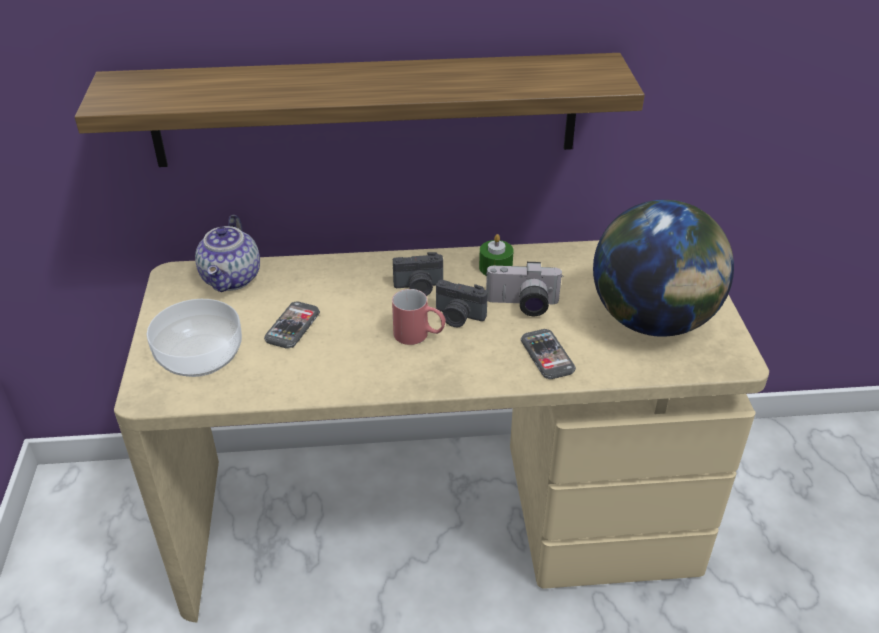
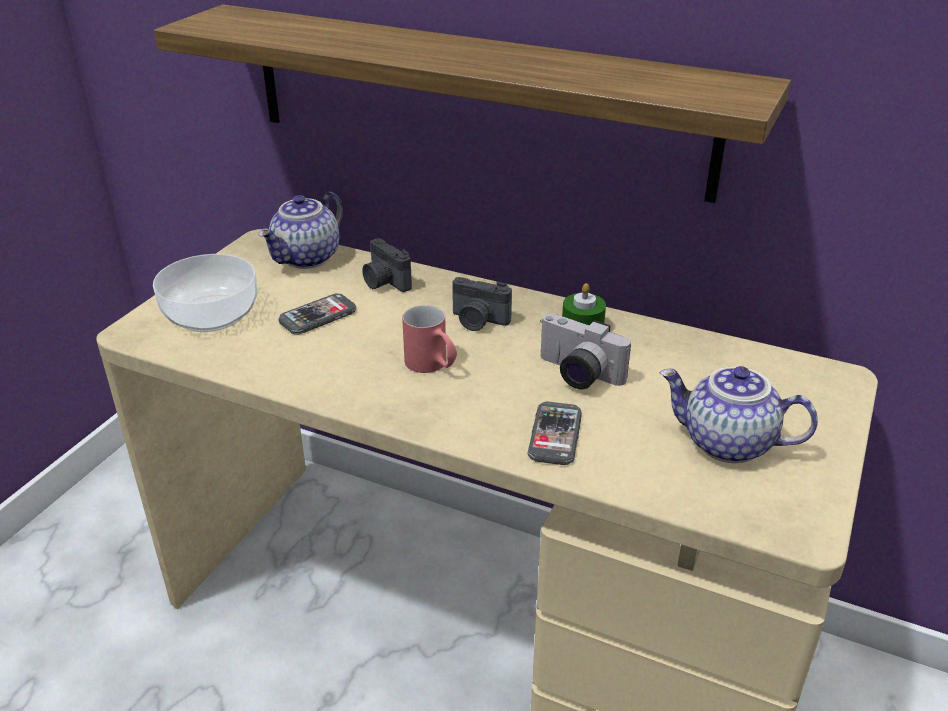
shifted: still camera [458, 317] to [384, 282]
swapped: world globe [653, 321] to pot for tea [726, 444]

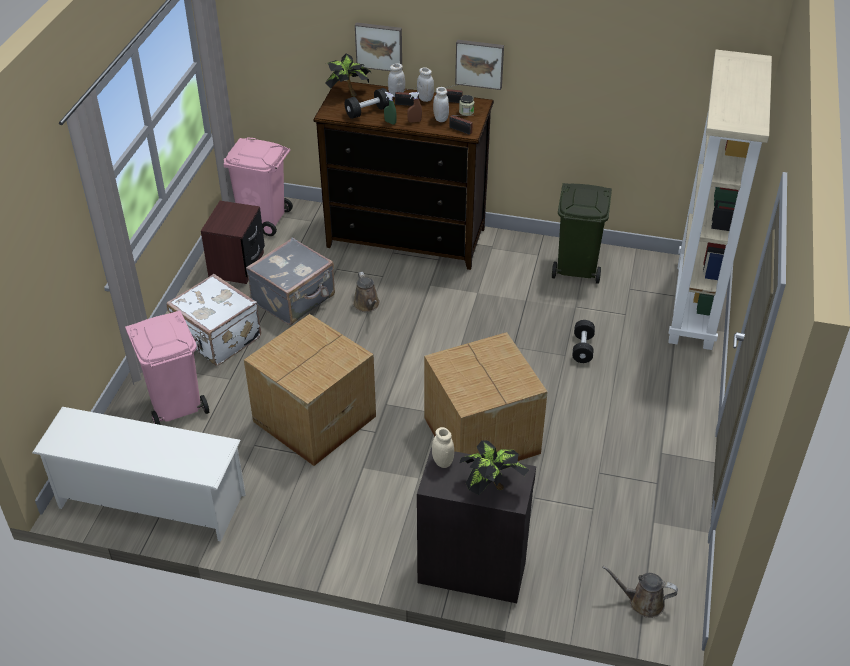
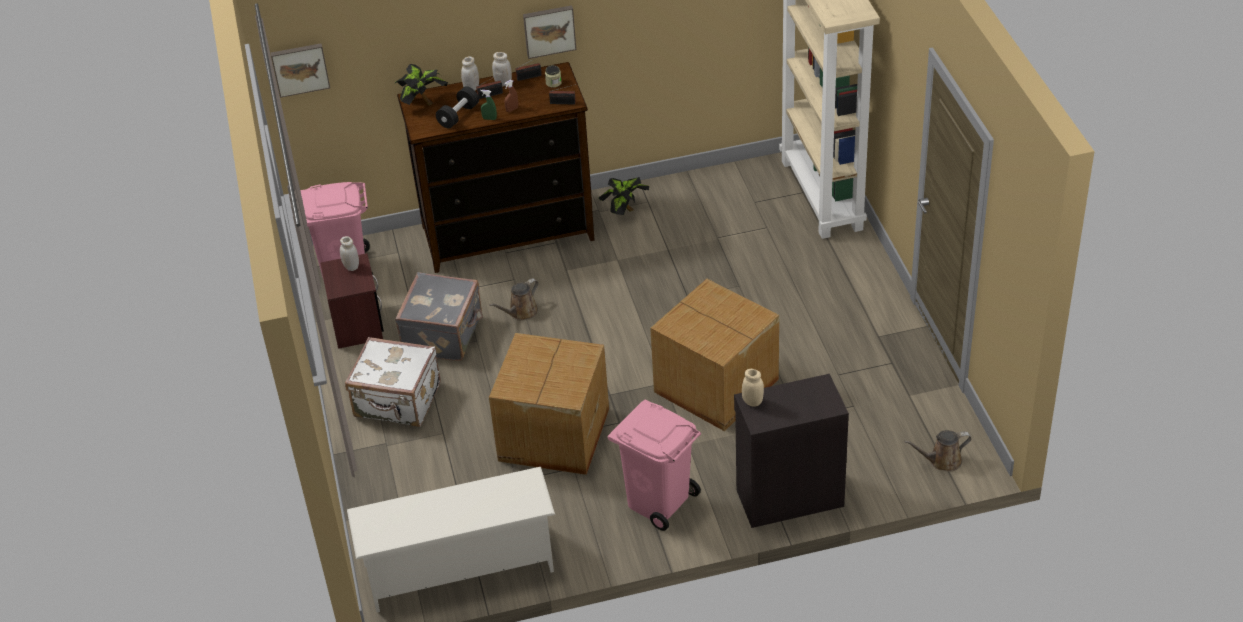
gone: greenish waste bin [577, 268]; black dumbbell [582, 348]
shifted: pinkish waste bin [177, 405] to [659, 501]; wall picture [379, 46] to [300, 68]; white-coloured preserve jar [441, 119] to [351, 267]; potted plant [491, 487] to [625, 211]
rotated: brownish watering can [367, 305] = [521, 312] 90 degrees clockwise

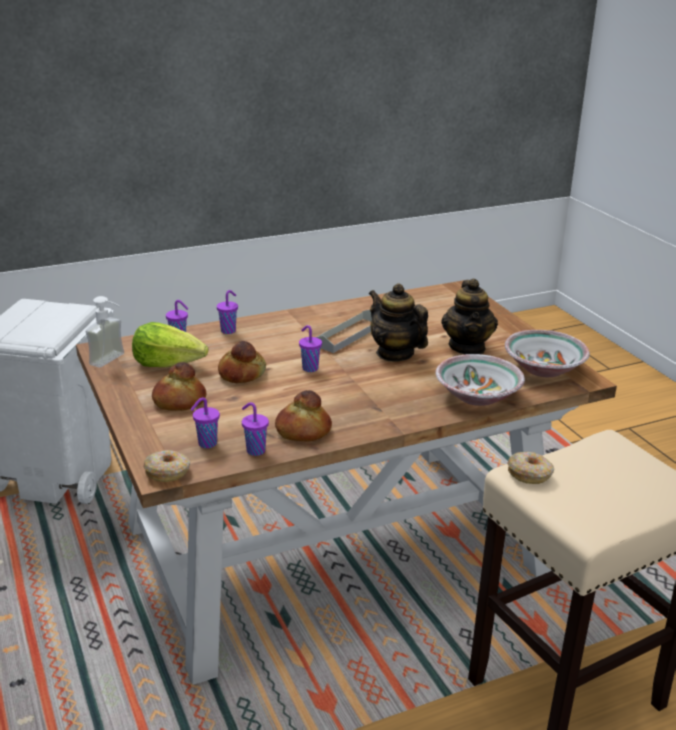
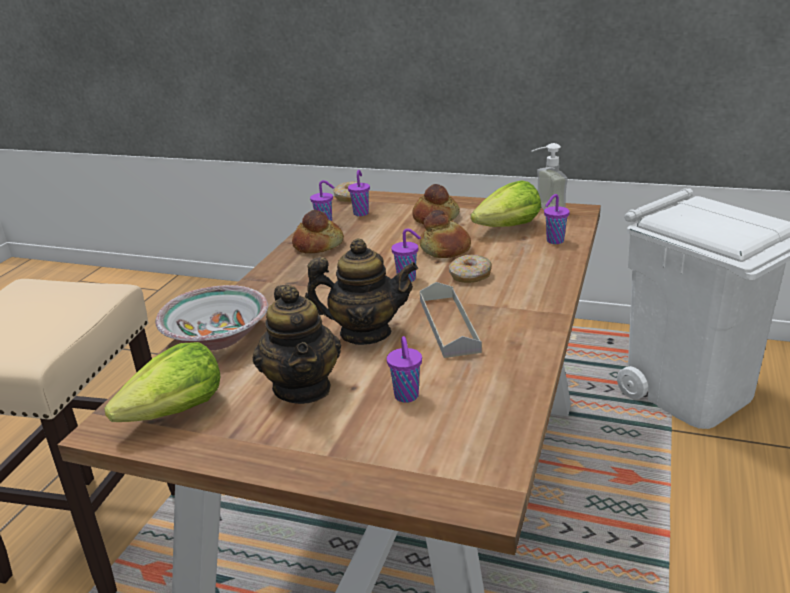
shifted: purplish small cup [229, 330] to [406, 397]; donut [529, 474] to [470, 276]
swapped: serving bowl [543, 368] to lettuce [176, 412]
rotated: pot for tea [467, 347] = [303, 388] 150 degrees counterclockwise

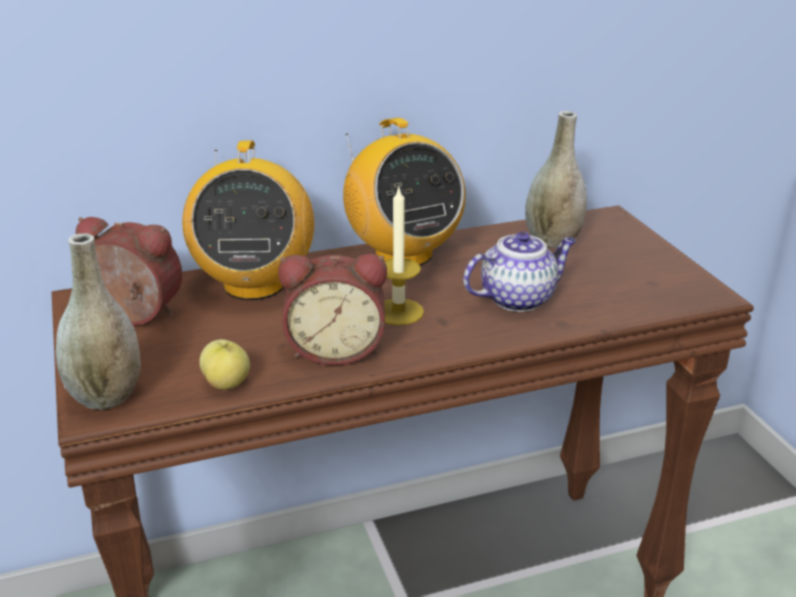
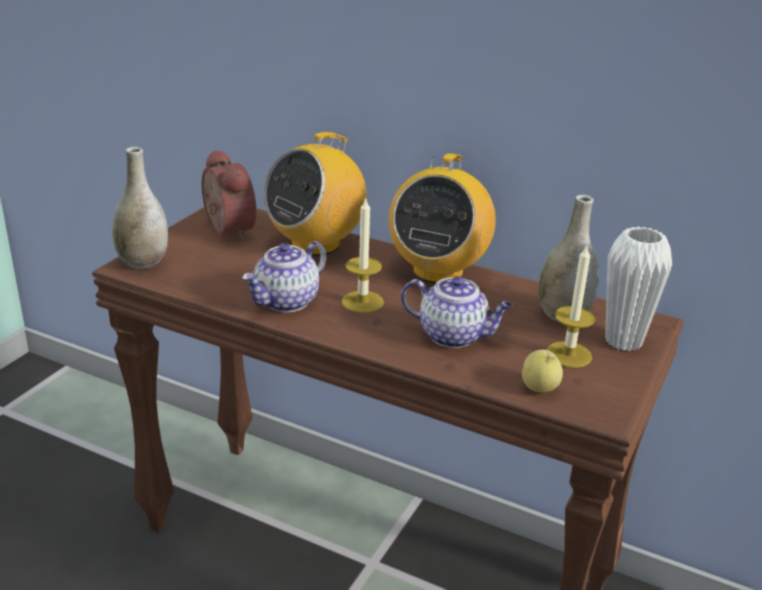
new: wax light [568, 354]; white-coloured vase [623, 341]
shifted: apple [227, 383] to [540, 387]
swapped: alarm clock [336, 349] to pot for tea [286, 302]

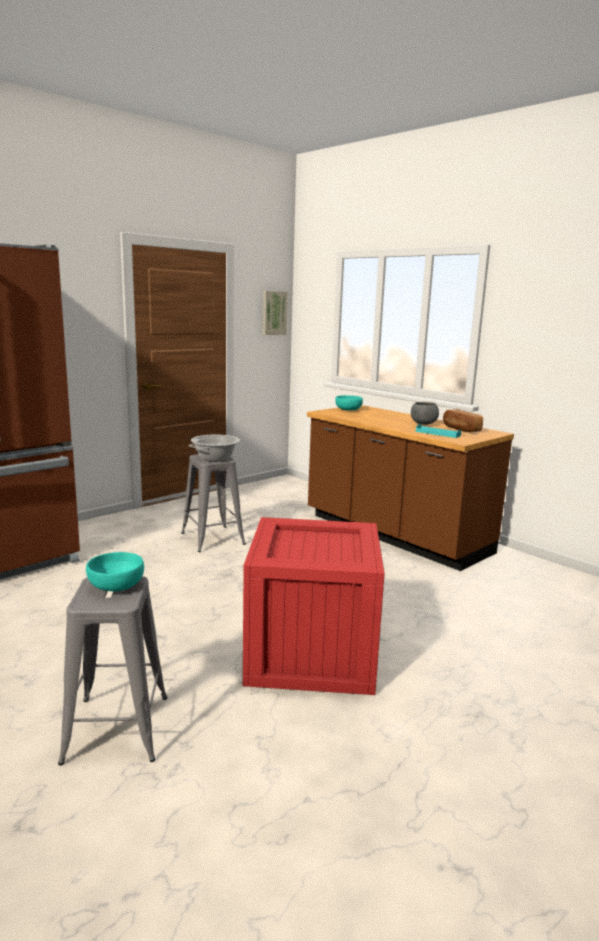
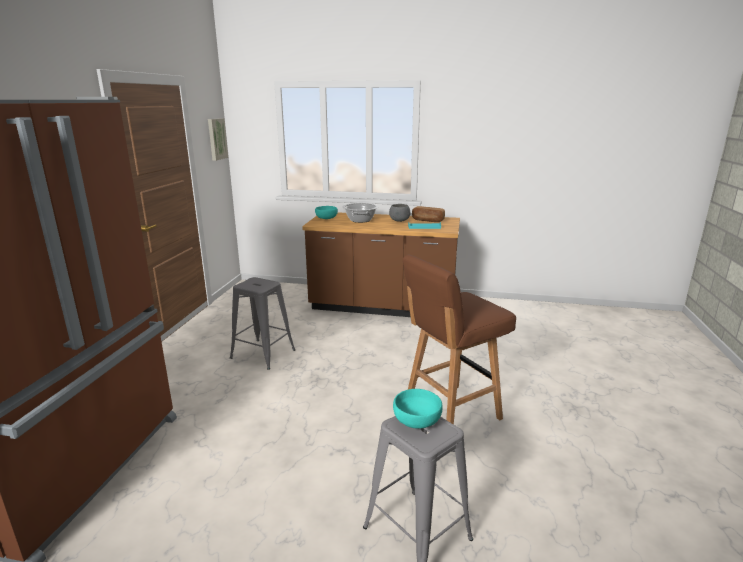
shifted: cooking pot [215, 458] to [360, 220]
swapped: shipping crate [309, 652] to brownish sitting stool [450, 413]

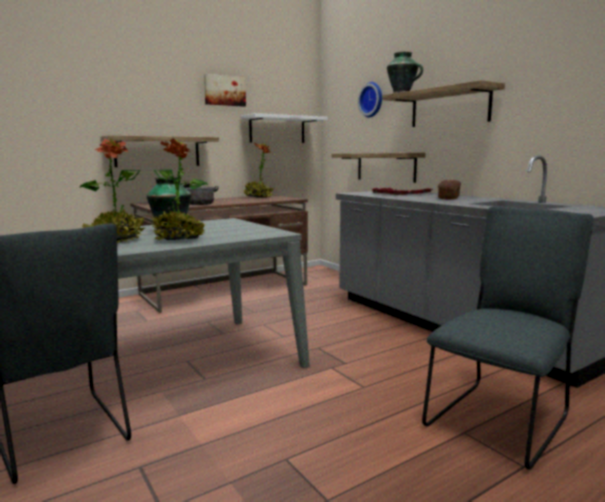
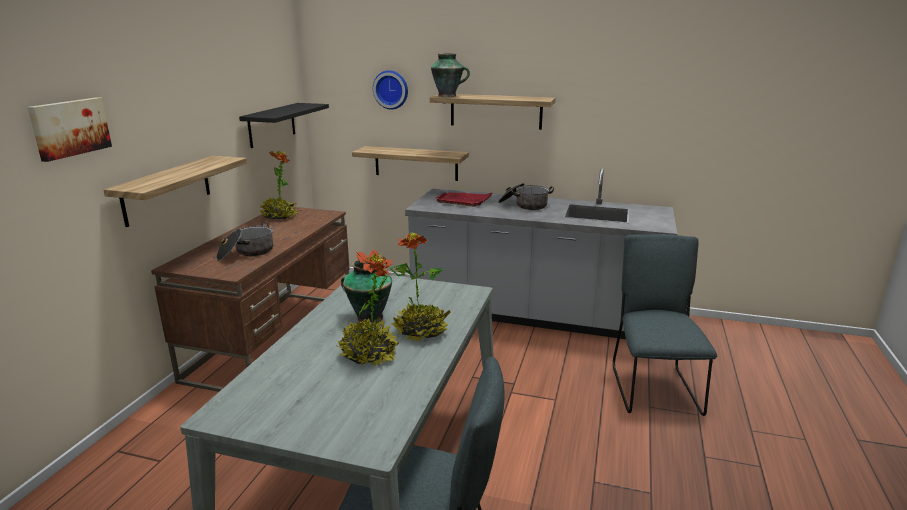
shifted: wall picture [224, 90] to [69, 128]
swapped: bakery bread [449, 198] to cooking pot [524, 205]
repainted: white-coloured bracket shelf [277, 130] to black bracket shelf [272, 125]

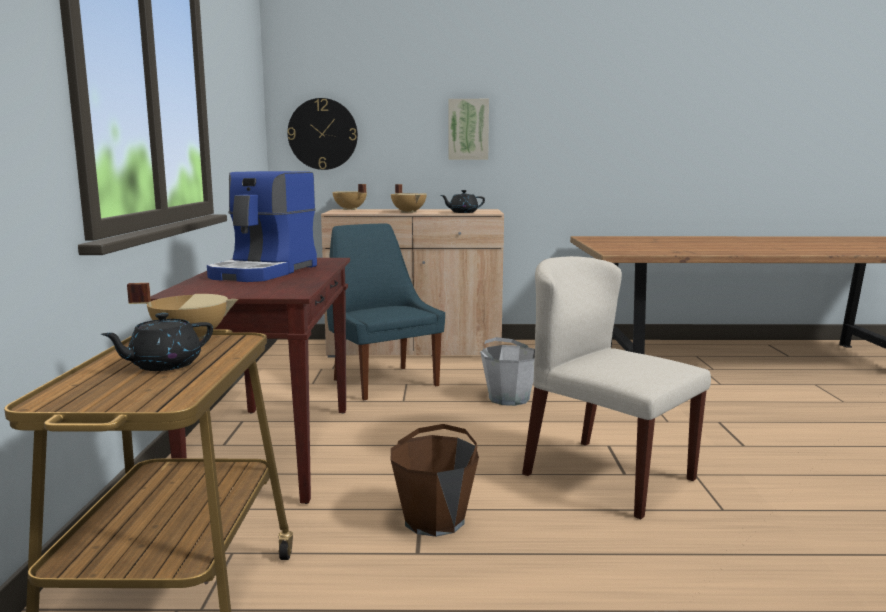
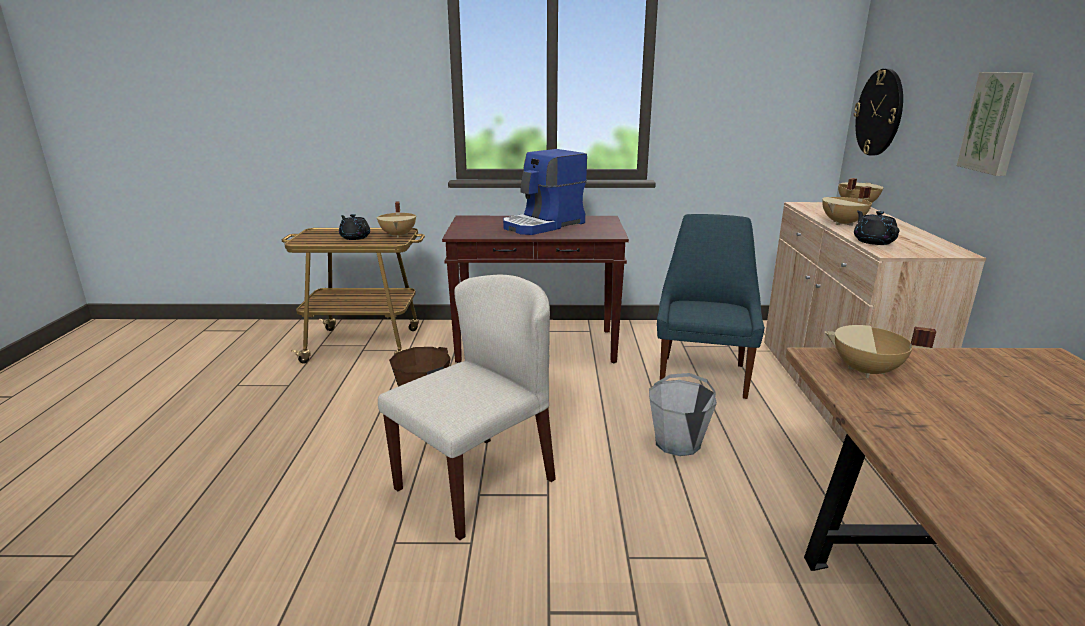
new: beige-coloured cooking pot [867, 371]
rotated: coffee maker [265, 272] = [544, 225] 60 degrees counterclockwise; bluish plain chair [383, 382] = [702, 375] 45 degrees counterclockwise

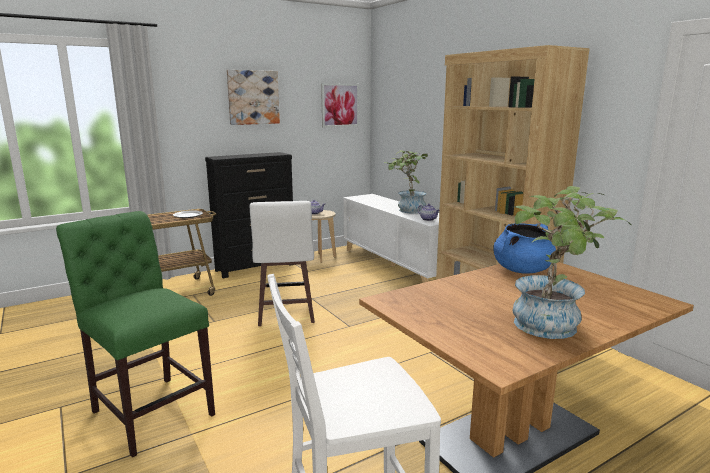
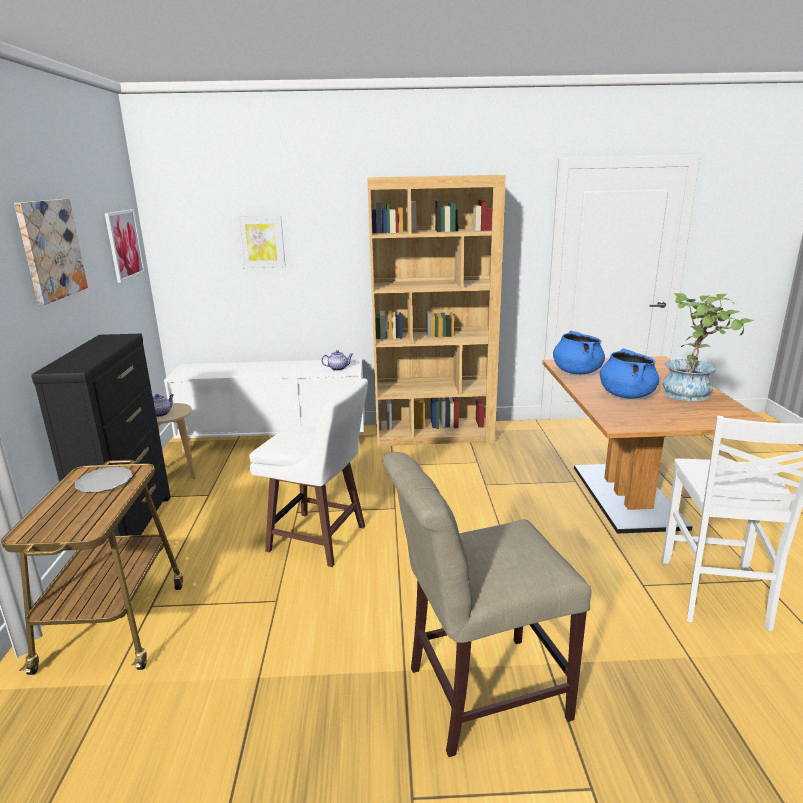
gone: potted plant [407, 210]
new: wall picture [261, 242]; bluish cooking pot [626, 395]
repainted: greenish plain chair [150, 409] to beige-coloured plain chair [478, 693]

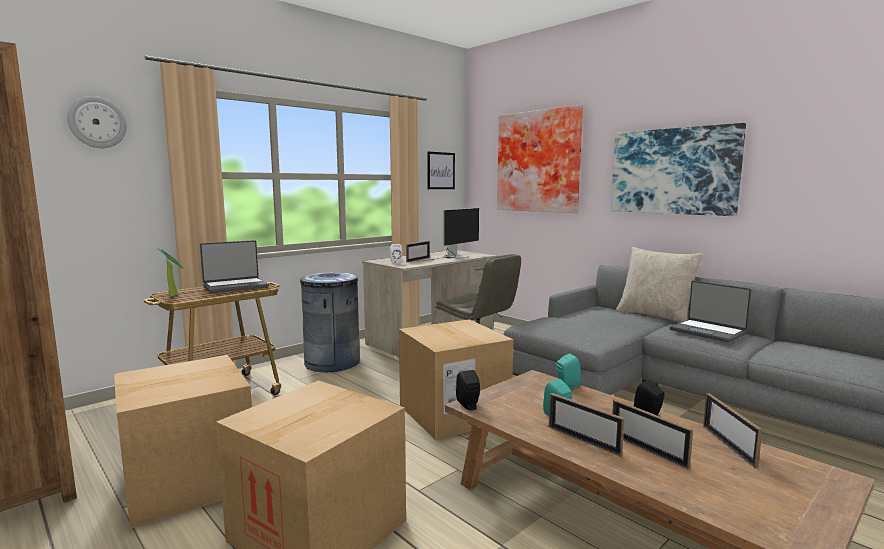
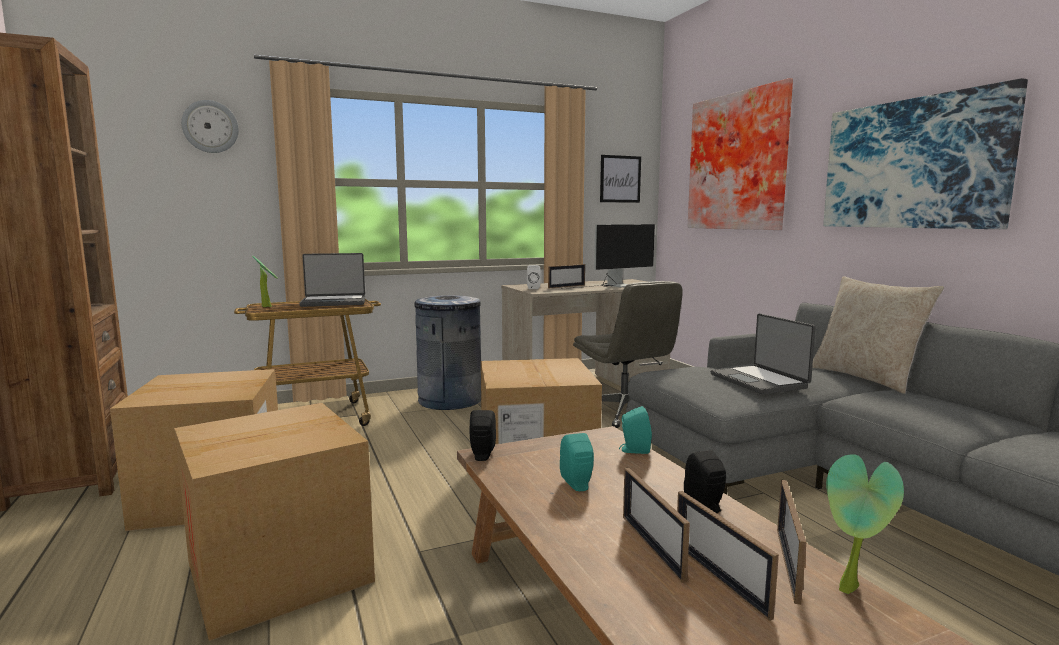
new: potted plant [852, 591]
shifted: picture frame [583, 440] to [719, 578]; notebook computer [708, 332] to [759, 381]

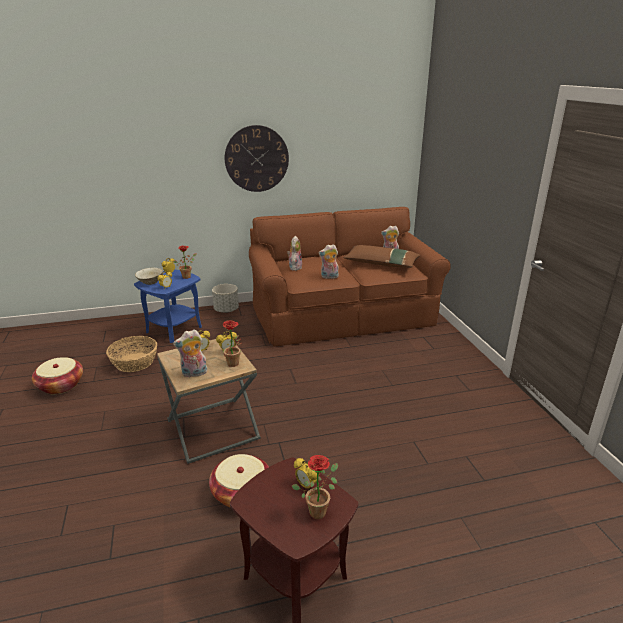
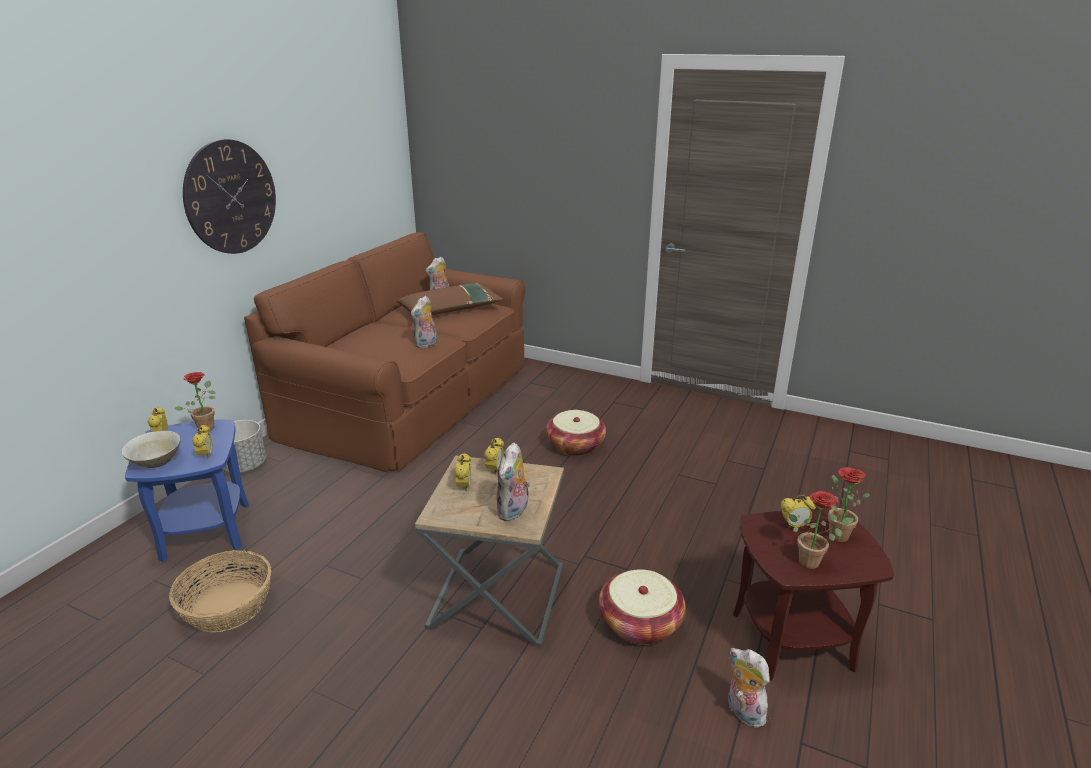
shifted: household basket [61, 385] to [575, 446]; potted plant [235, 364] to [812, 561]; soft toy [294, 267] to [742, 712]

